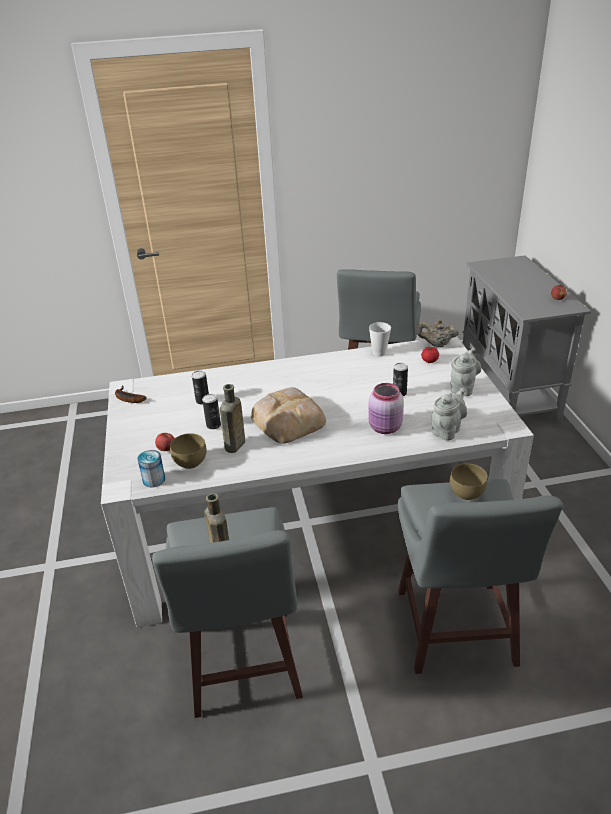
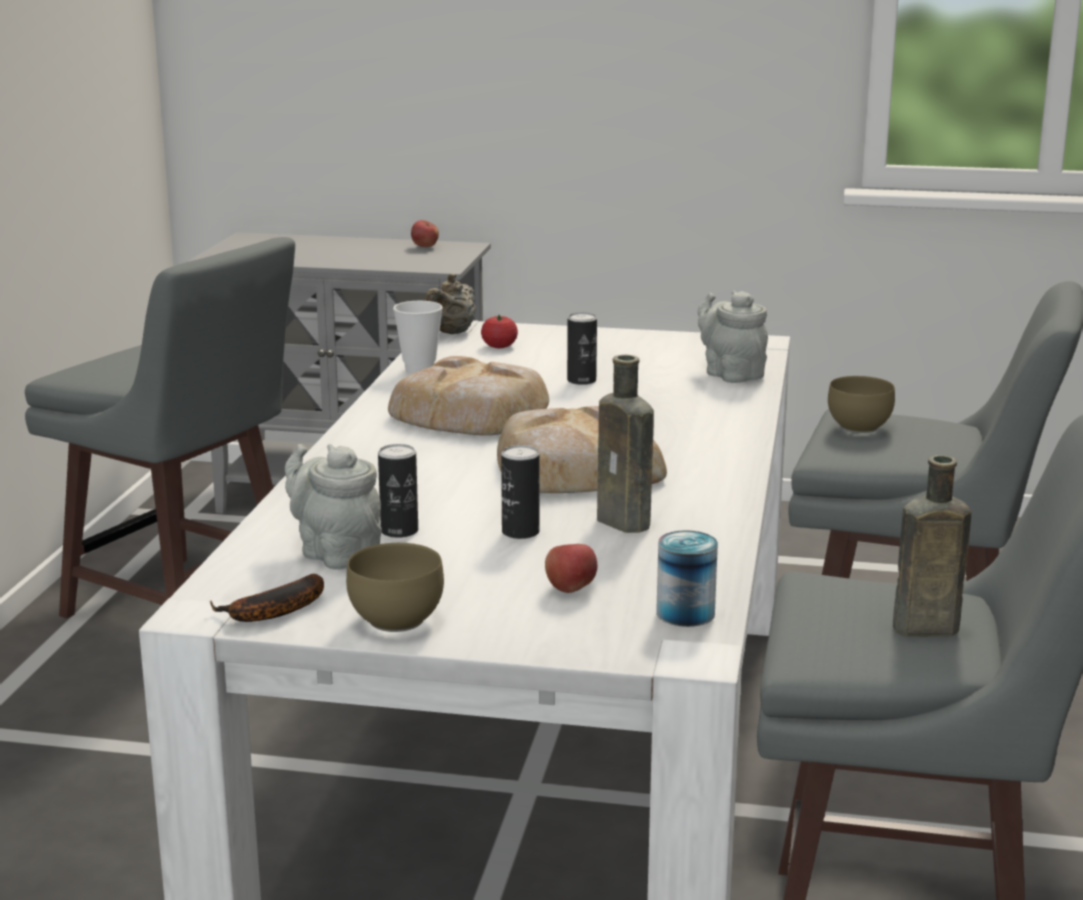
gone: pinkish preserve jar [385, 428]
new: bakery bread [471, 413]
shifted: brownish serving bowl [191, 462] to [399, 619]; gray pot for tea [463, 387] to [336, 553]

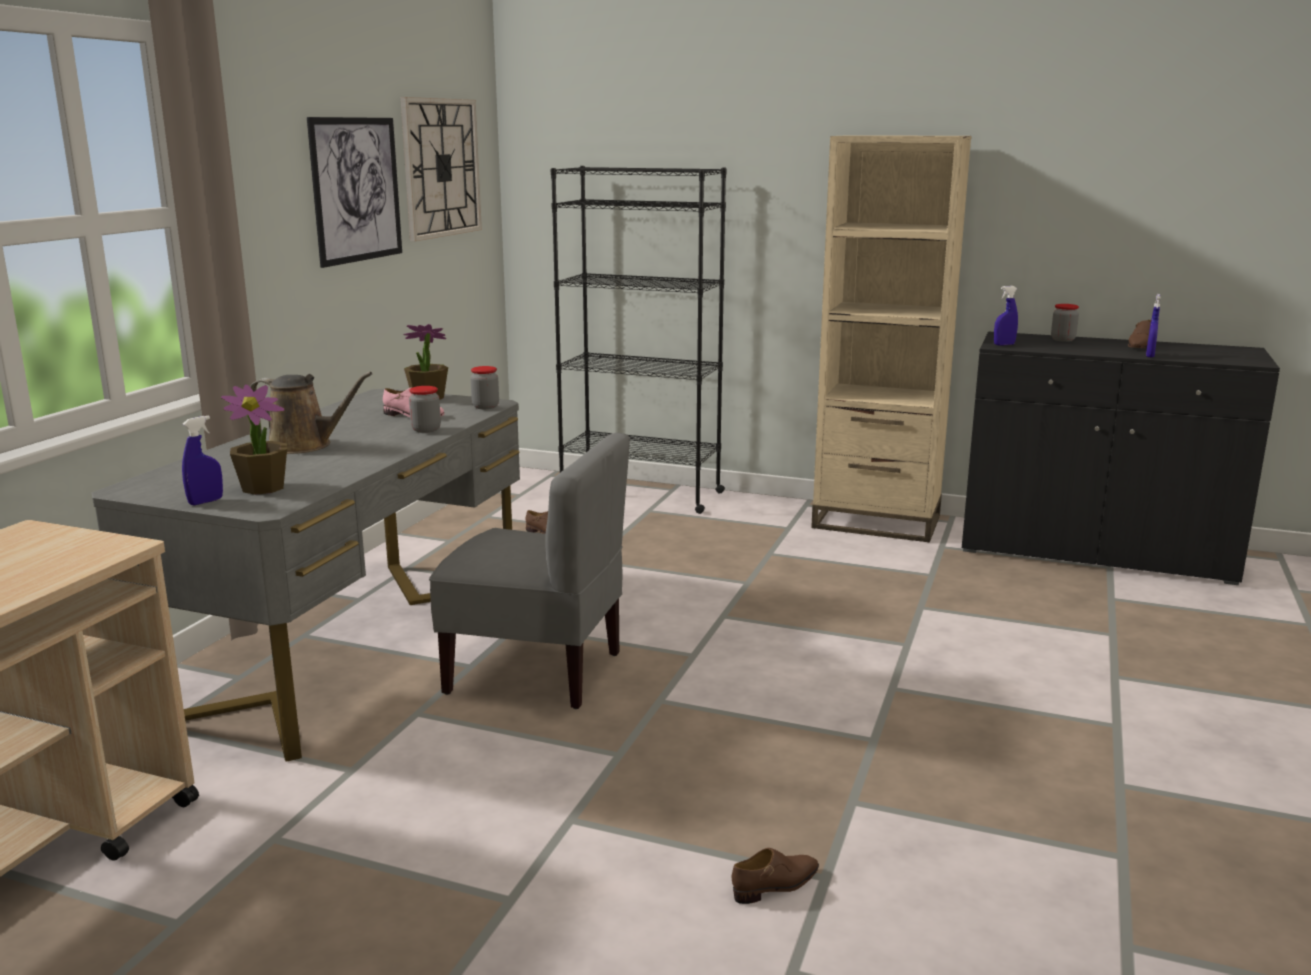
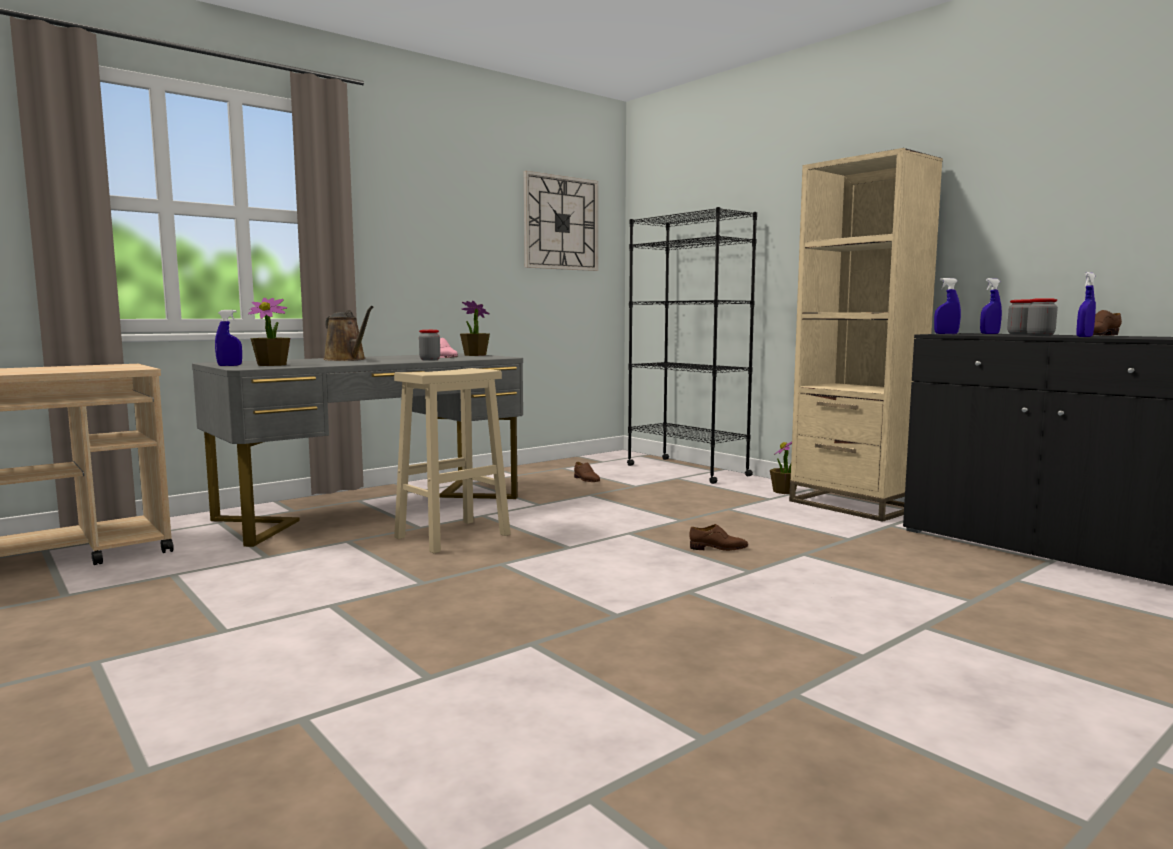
gone: wall picture [356, 190]
new: potted plant [784, 491]; bluish sprayer [989, 333]
shifted: preserve jar [485, 407] to [1040, 335]; brownish low shoe [776, 885] to [718, 548]
swapped: gray plain chair [536, 672] to beige-coloured sitting stool [451, 536]

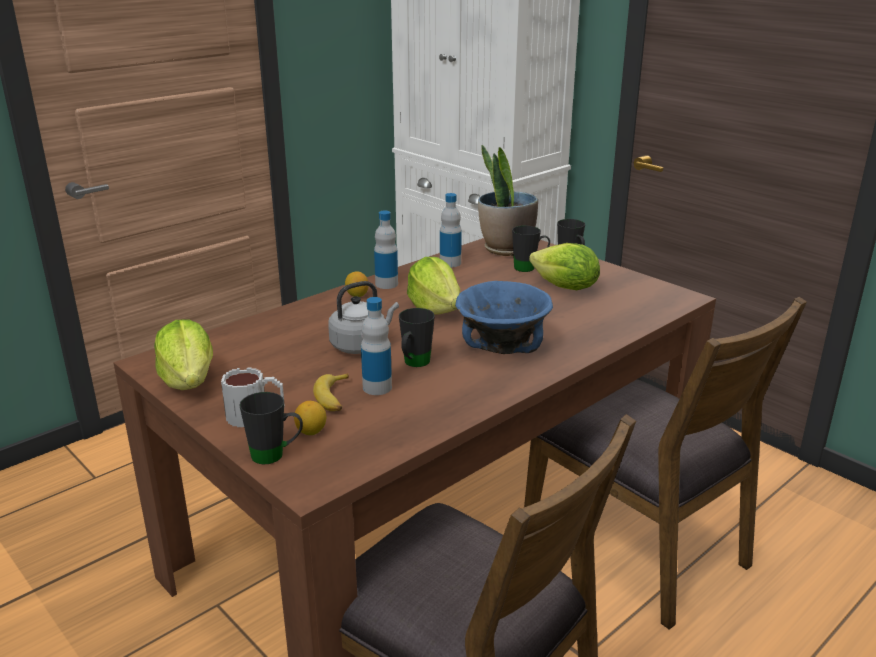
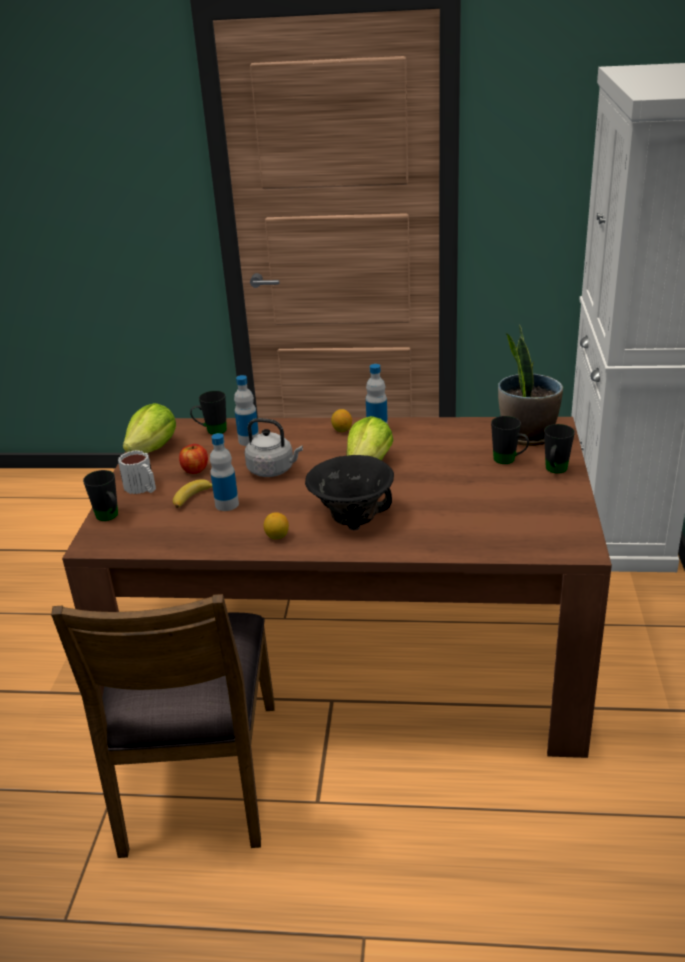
gone: brownish plain chair [638, 546]; lettuce [565, 288]
new: apple [195, 470]
shifted: citrus fruit [311, 431] to [277, 536]; black coffee mug [414, 364] to [211, 431]; drink bottle [450, 263] to [249, 440]
repainted: bluish serving bowl [502, 346] to black serving bowl [352, 516]

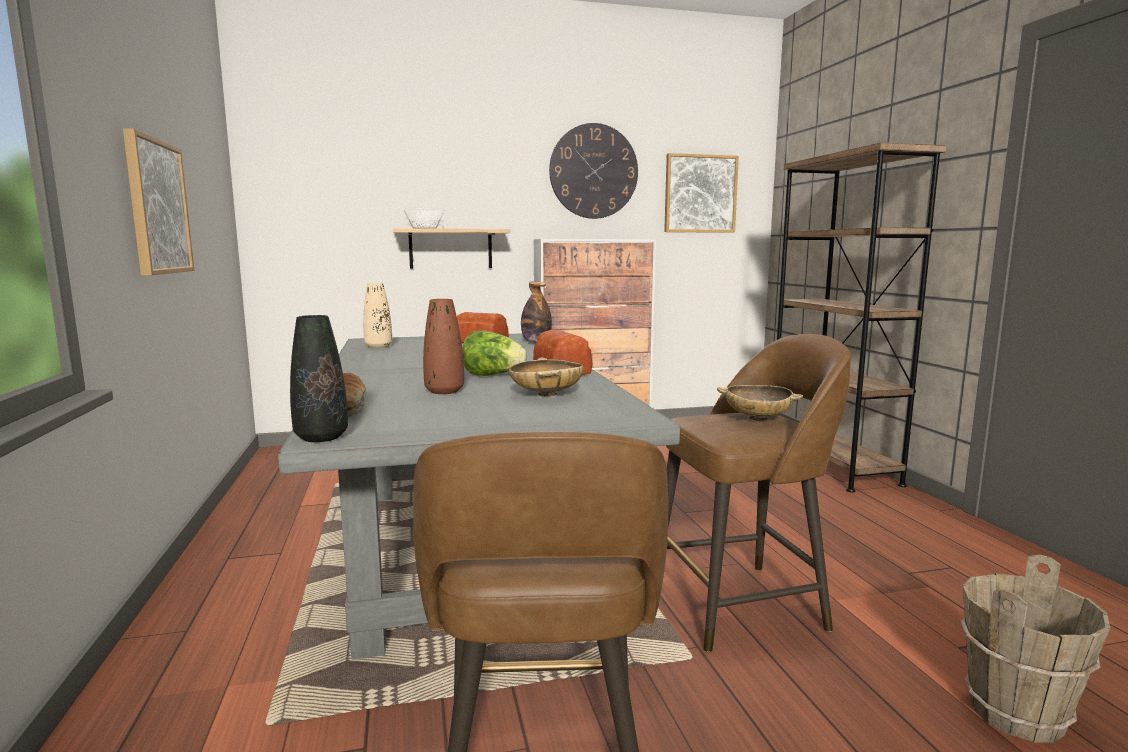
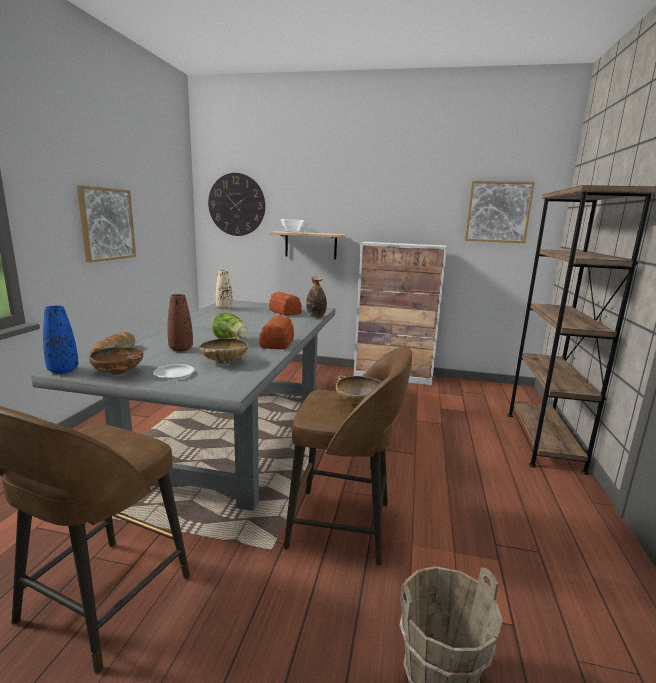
new: brownish serving bowl [119, 372]; white-coloured dinner plate [173, 374]
shifted: clock on the wall [593, 171] to [236, 204]
repainted: black vase [321, 437] to bluish vase [63, 370]

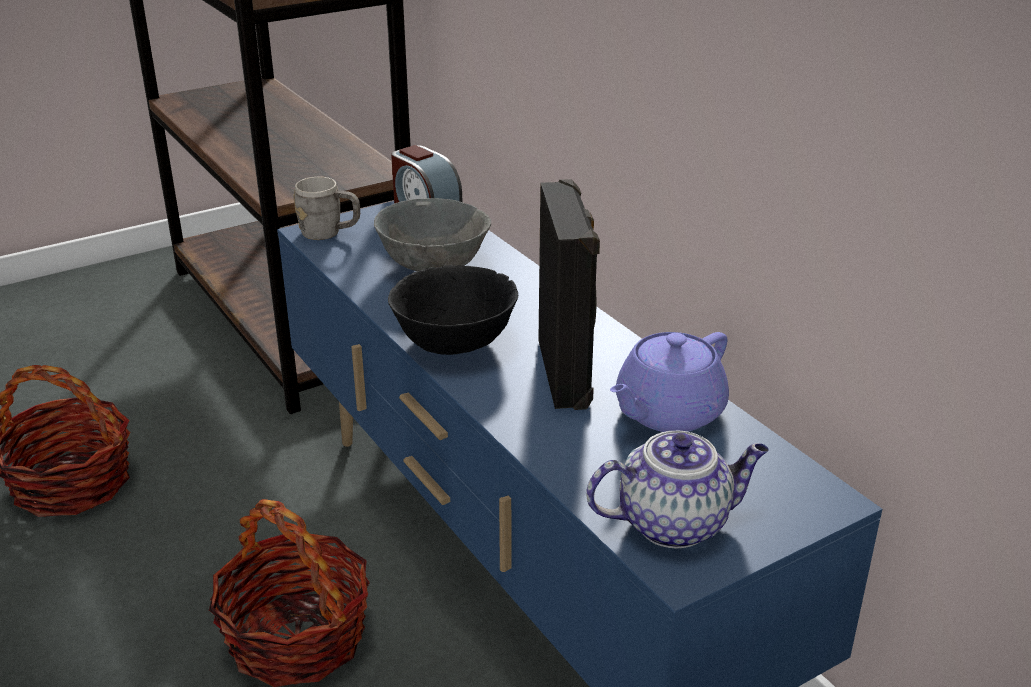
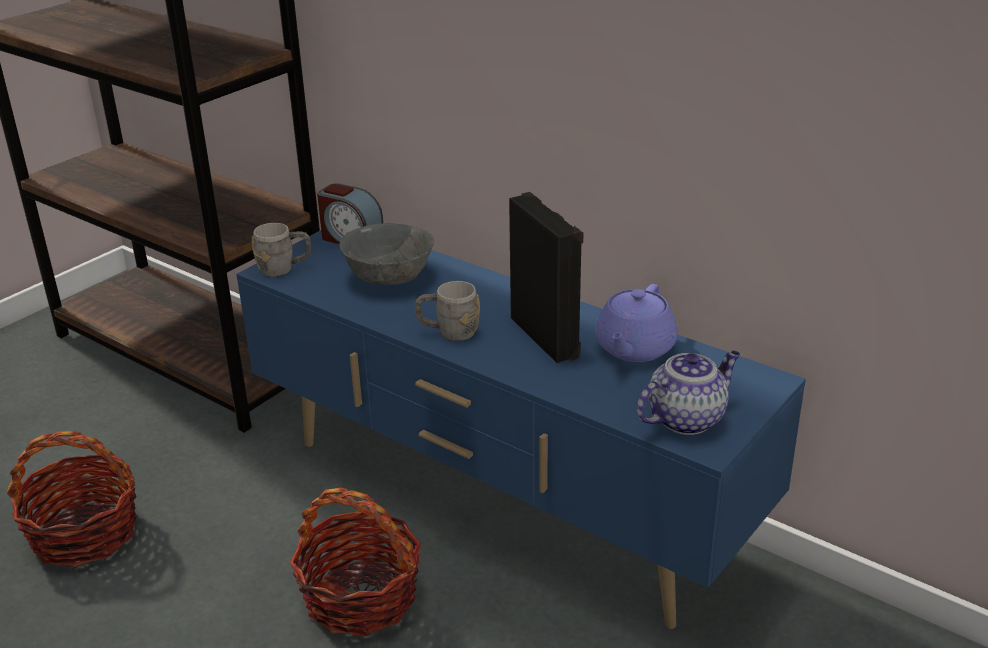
swapped: black serving bowl [453, 342] to gray coffee mug [449, 333]

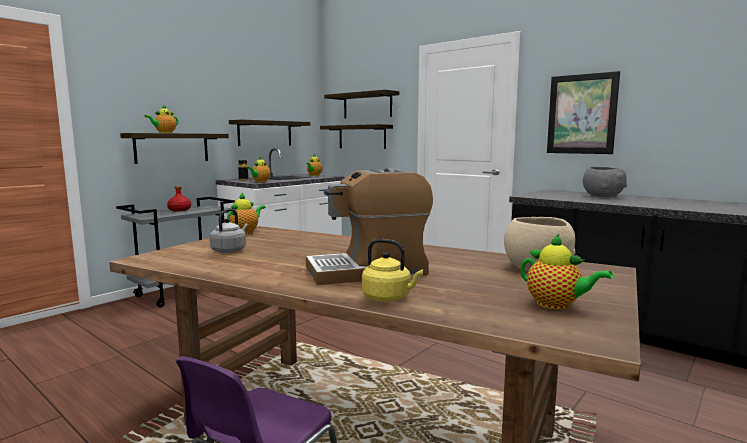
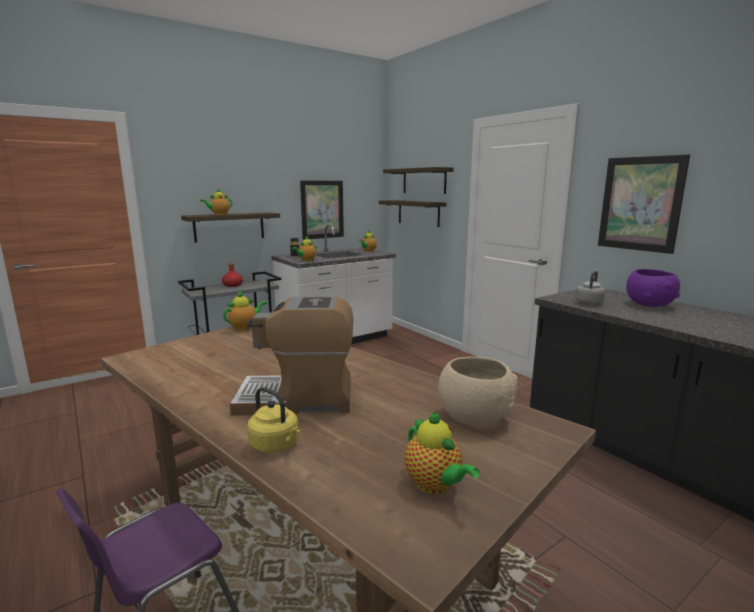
shifted: gray water kettle [230, 250] to [589, 302]
swapped: bracket shelf [265, 133] to wall picture [322, 209]
repainted: gray serving bowl [603, 196] to purplish serving bowl [650, 305]

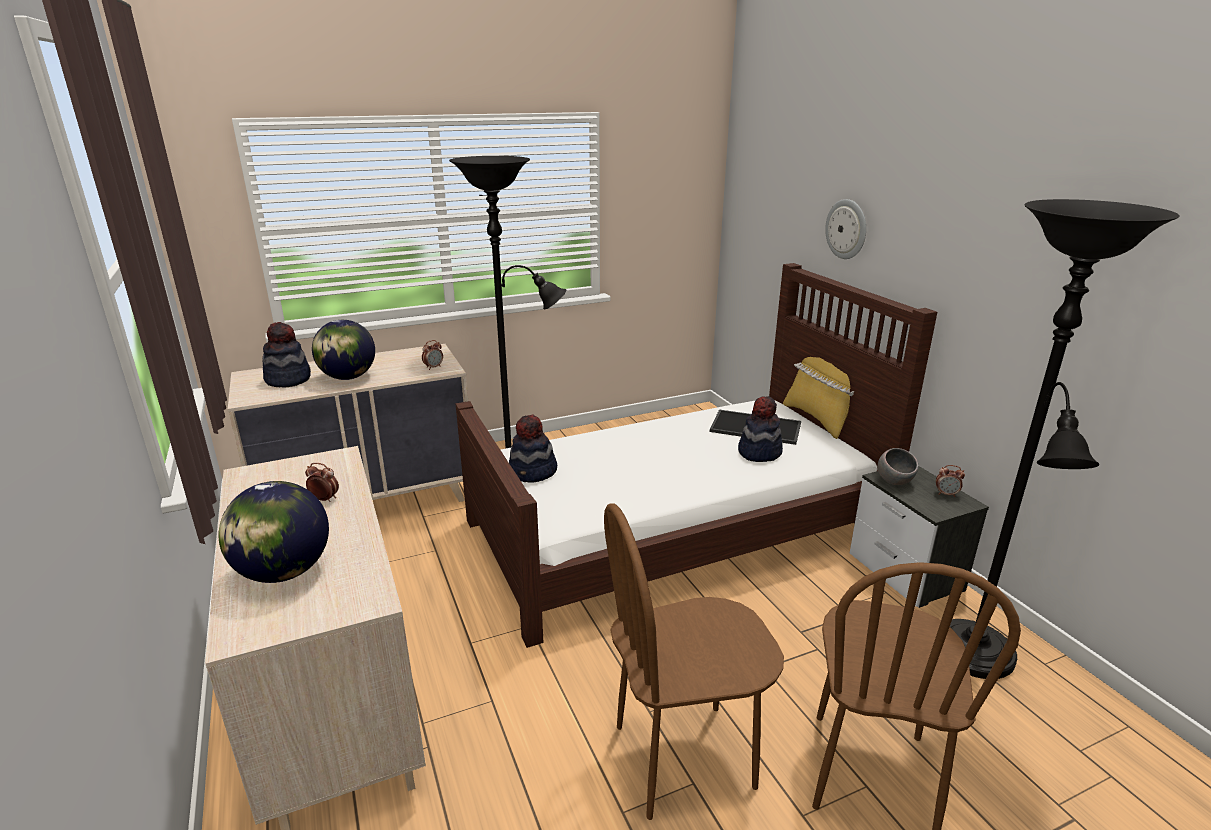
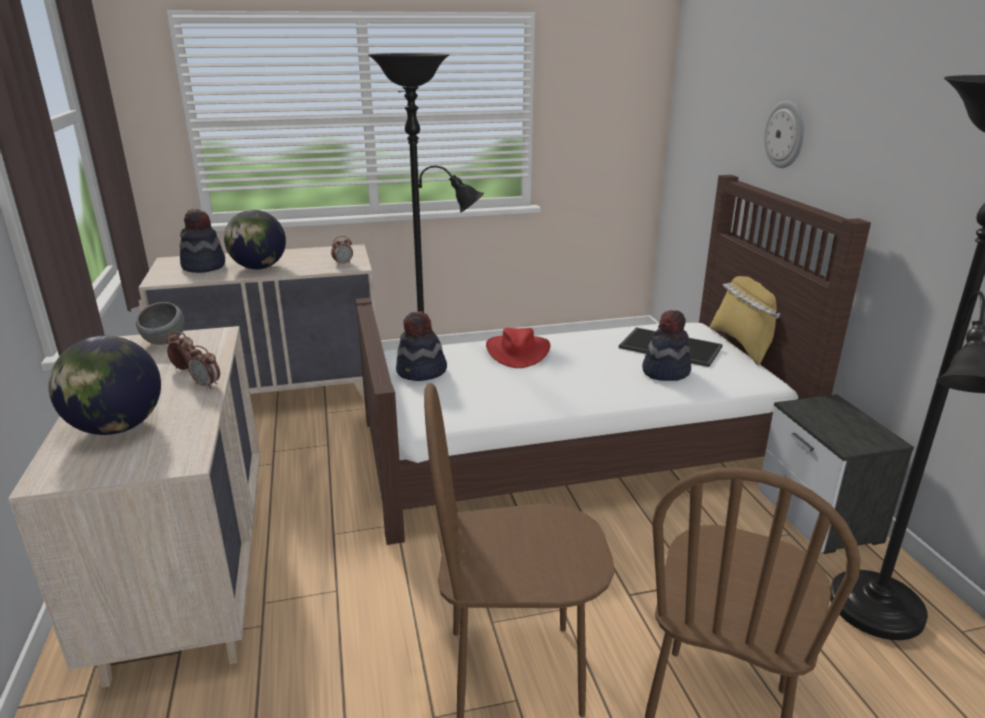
new: red-coloured hat [517, 351]
shifted: gray serving bowl [894, 481] to [165, 342]; alarm clock [946, 494] to [207, 385]

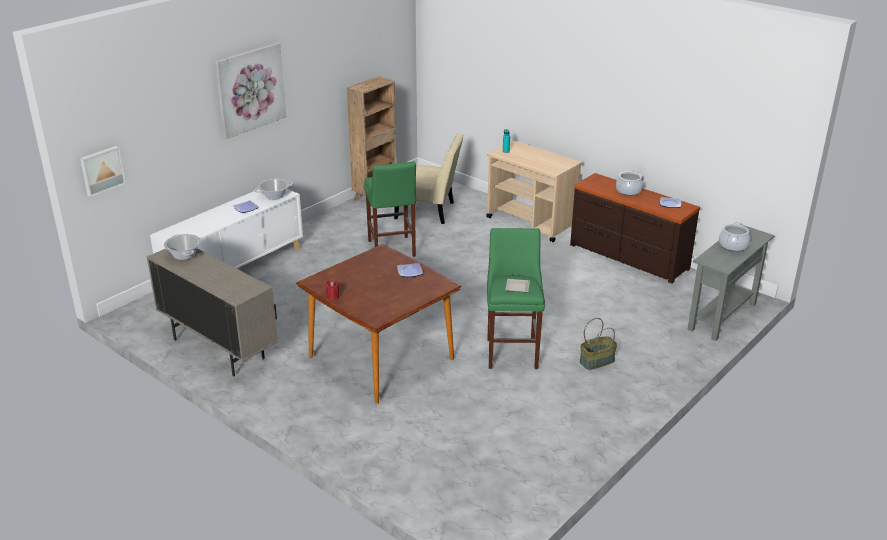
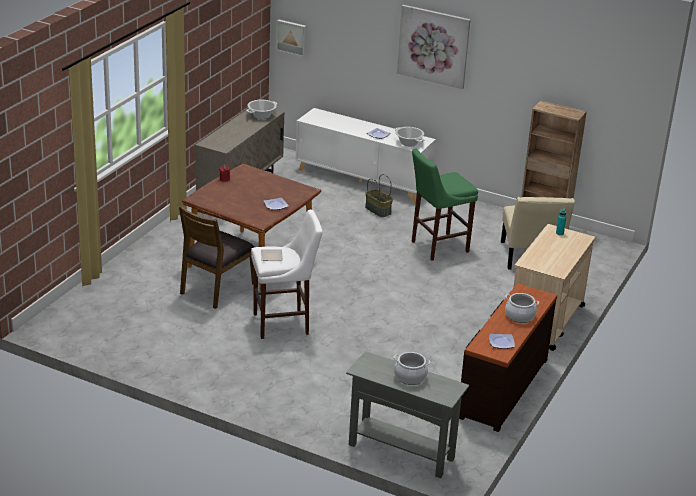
new: brownish plain chair [216, 288]
shifted: household basket [597, 361] to [378, 210]
repainted: greenish sitting stool [512, 351] to white-coloured sitting stool [284, 324]

